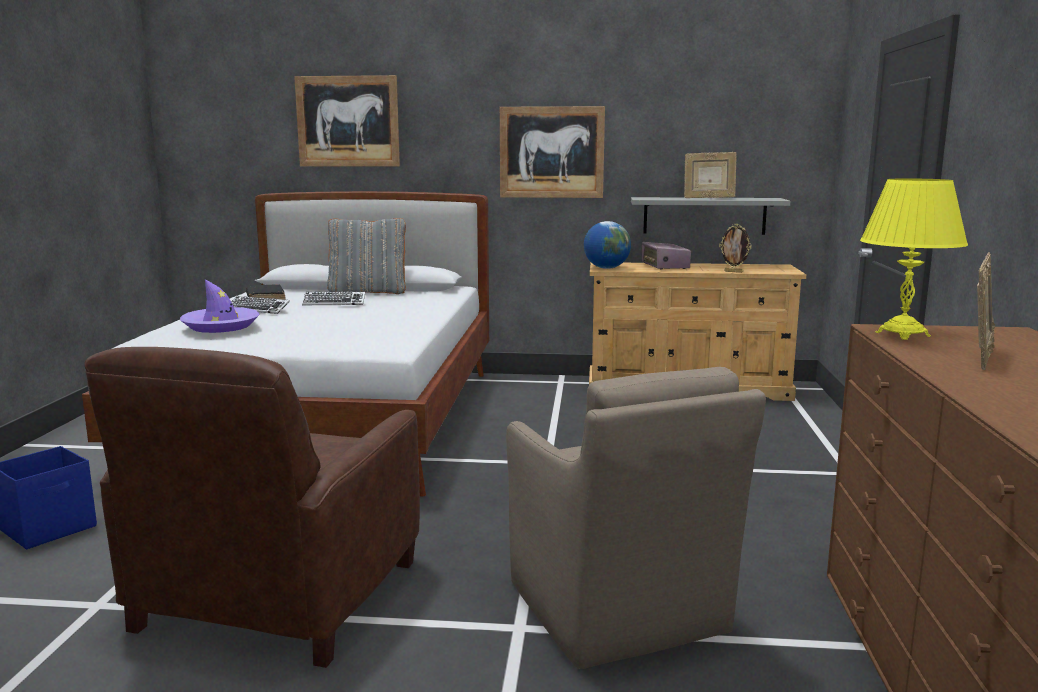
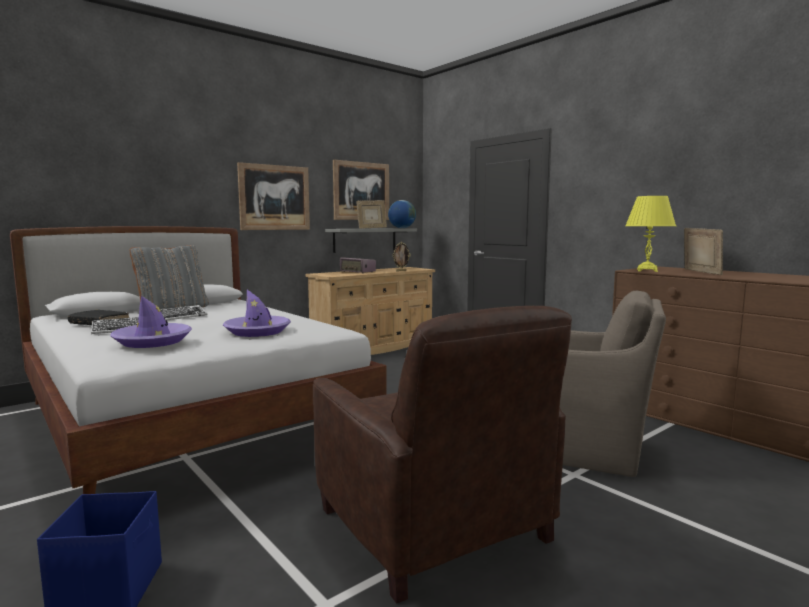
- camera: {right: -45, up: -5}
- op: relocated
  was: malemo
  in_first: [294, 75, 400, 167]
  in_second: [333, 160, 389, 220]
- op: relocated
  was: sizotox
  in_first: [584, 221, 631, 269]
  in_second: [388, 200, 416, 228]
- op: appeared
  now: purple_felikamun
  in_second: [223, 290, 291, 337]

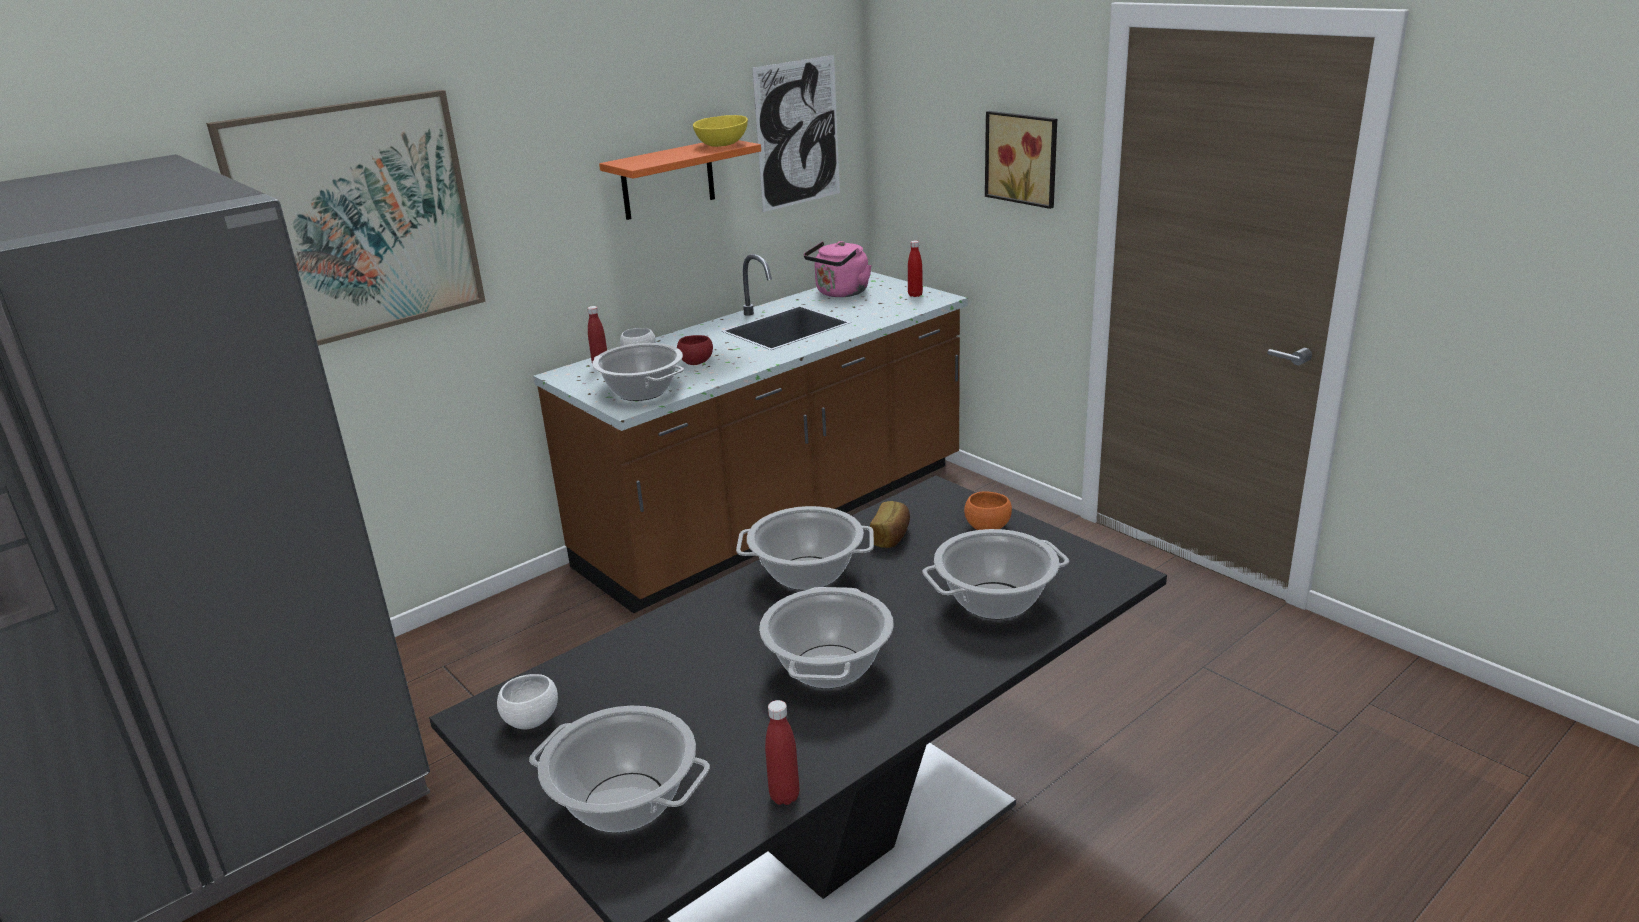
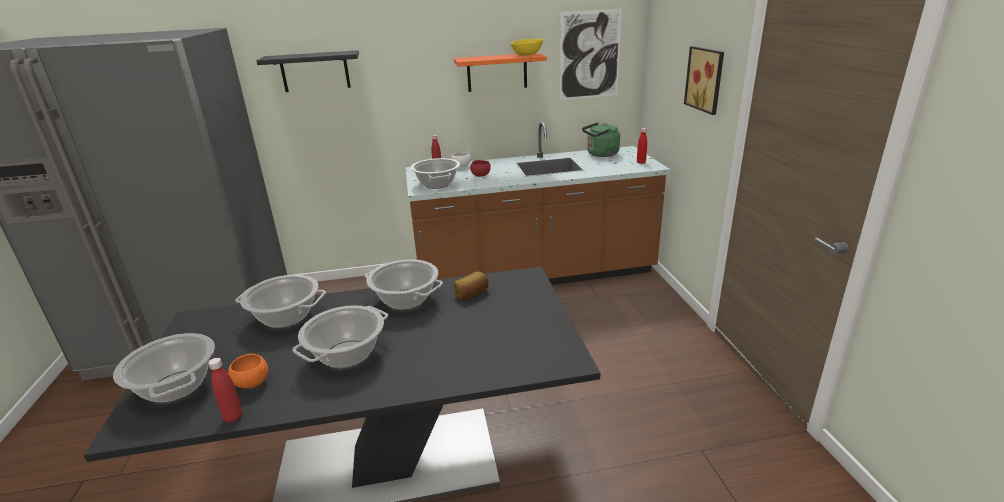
- camera: {right: 30, up: 0}
- op: exchanged
  was: malemo
  now: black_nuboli
  in_first: [206, 90, 486, 346]
  in_second: [256, 50, 359, 92]
- op: colour
  was: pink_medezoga
  now: green_medezoga
  in_first: [804, 241, 872, 297]
  in_second: [582, 122, 620, 157]
- op: relocated
  was: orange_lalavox
  in_first: [964, 491, 1012, 530]
  in_second: [228, 354, 268, 388]
- op: relocated
  was: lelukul
  in_first: [922, 529, 1069, 619]
  in_second: [235, 275, 326, 328]
- op: missing
  was: white_lalavox
  in_first: [497, 674, 558, 729]

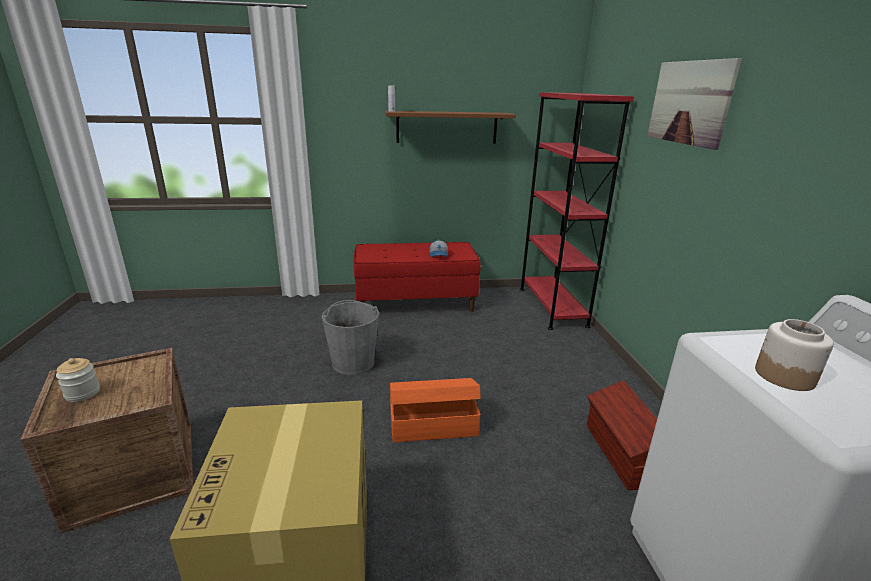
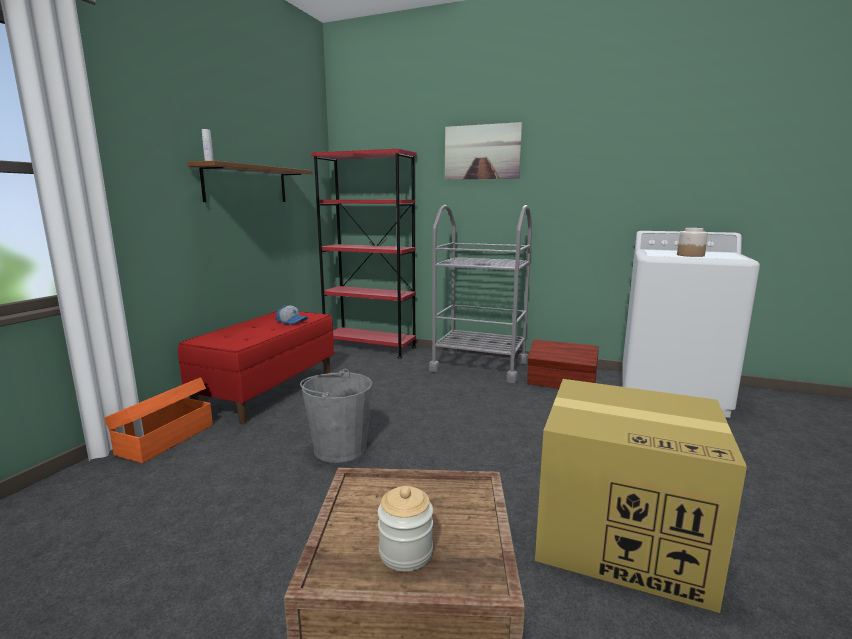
- camera: {right: -60, up: -10}
- op: relocated
  was: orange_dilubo
  in_first: [390, 378, 481, 442]
  in_second: [105, 377, 213, 463]
- op: appeared
  now: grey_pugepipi
  in_second: [429, 205, 532, 383]

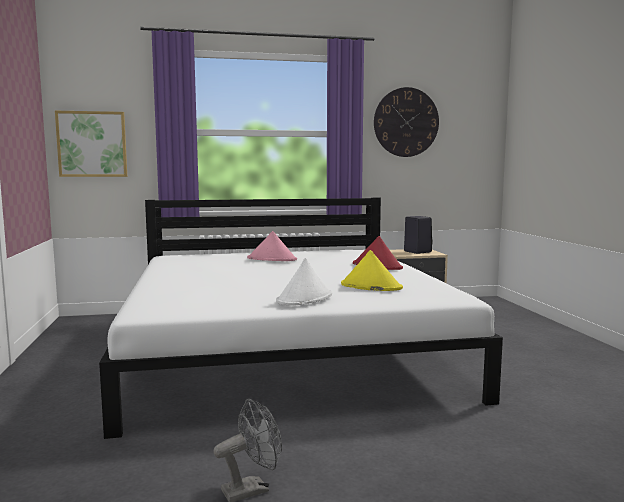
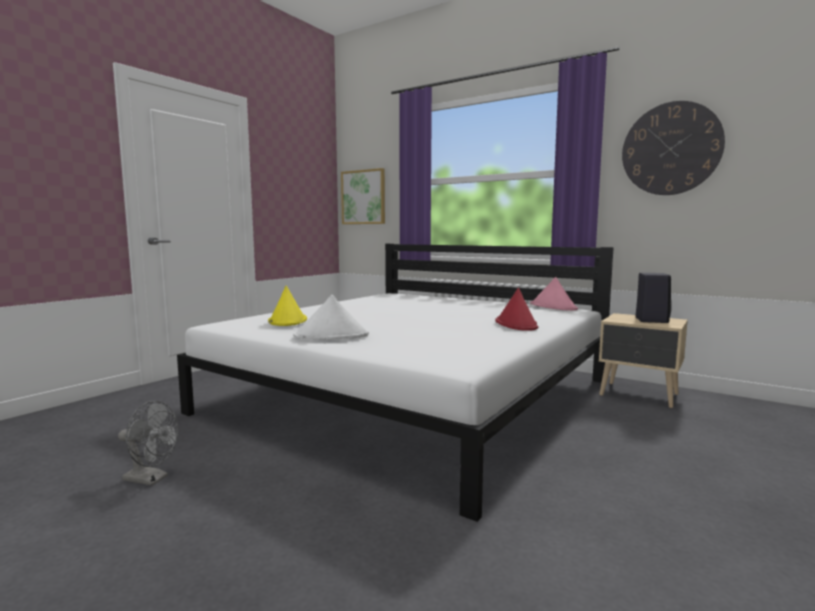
- camera: {right: 45, up: 0}
- op: relocated
  was: pink_felikamun
  in_first: [247, 231, 297, 261]
  in_second: [530, 277, 578, 311]
- op: relocated
  was: yellow_felikamun
  in_first: [341, 250, 403, 291]
  in_second: [268, 286, 307, 326]

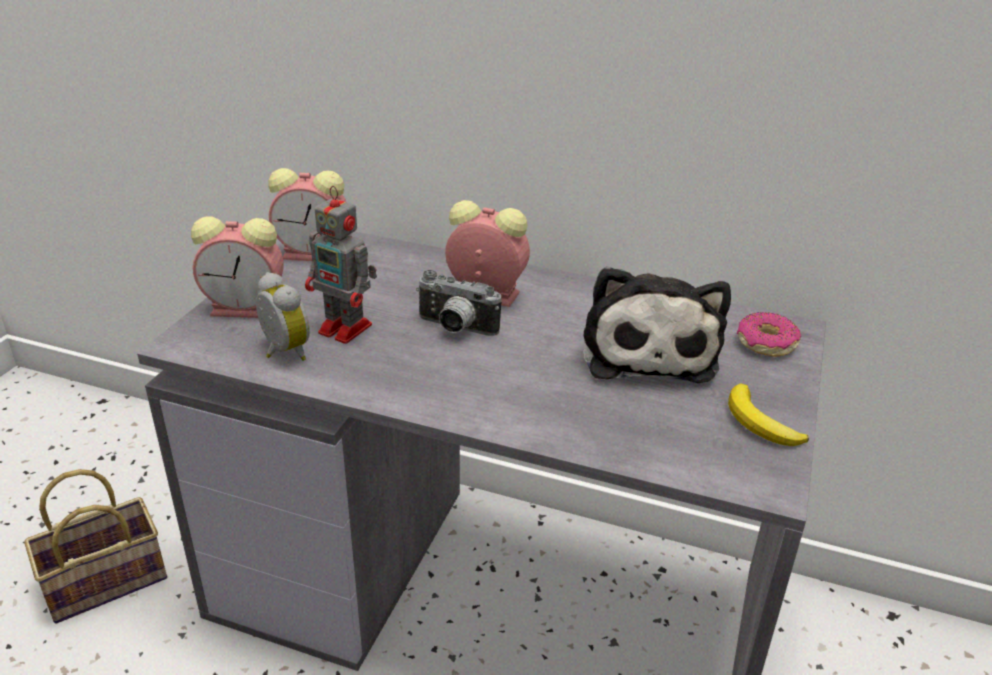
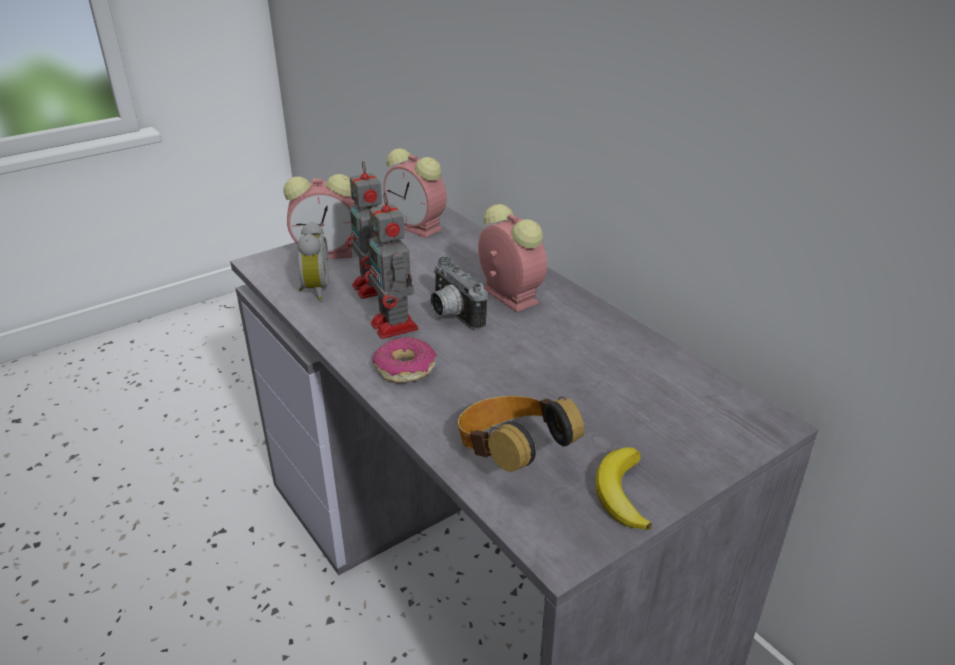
- camera: {right: 35, up: 0}
- op: spun
  was: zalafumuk
  in_first: [191, 217, 284, 318]
  in_second: [283, 174, 354, 259]
  clockwise: -45
- op: missing
  was: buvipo
  in_first: [583, 266, 731, 383]
- op: relocated
  was: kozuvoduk
  in_first: [737, 312, 801, 357]
  in_second: [373, 337, 437, 383]
- op: missing
  was: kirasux
  in_first: [24, 469, 167, 624]
- op: appeared
  now: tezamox
  in_second: [364, 192, 418, 339]
- op: appeared
  now: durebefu
  in_second: [458, 396, 584, 472]

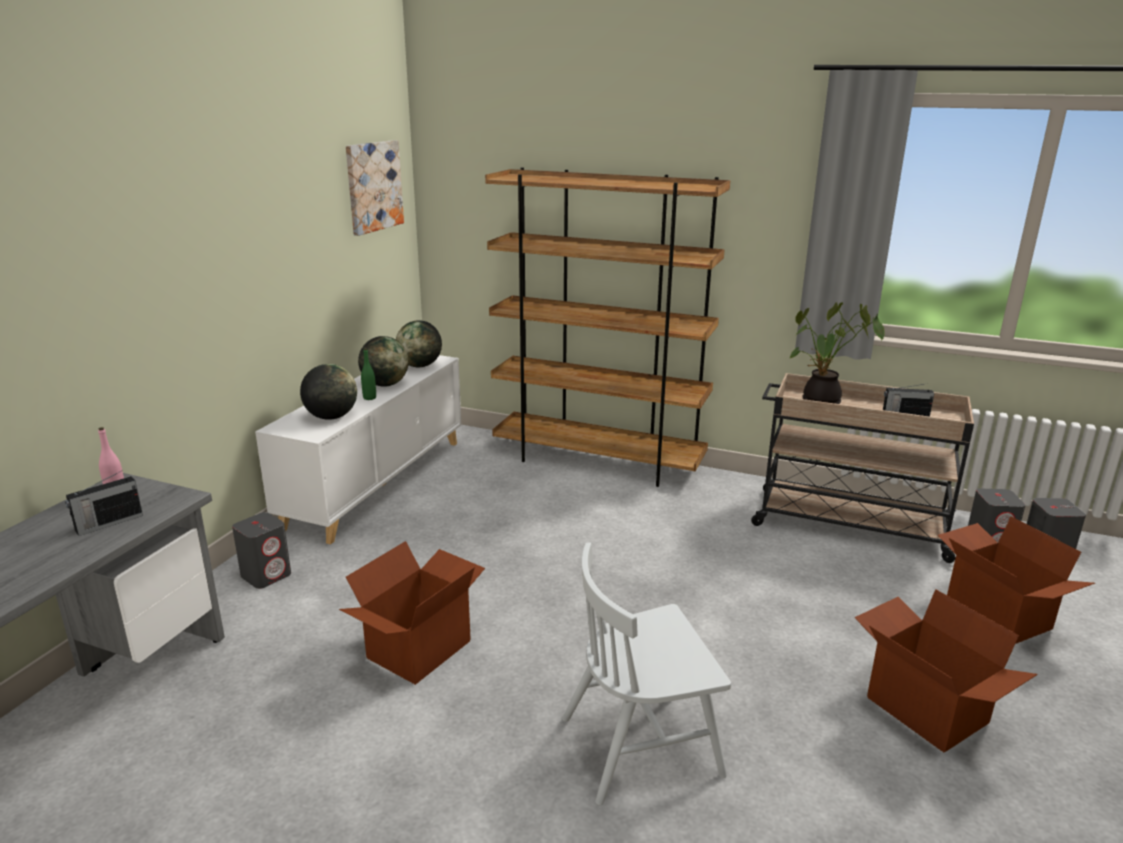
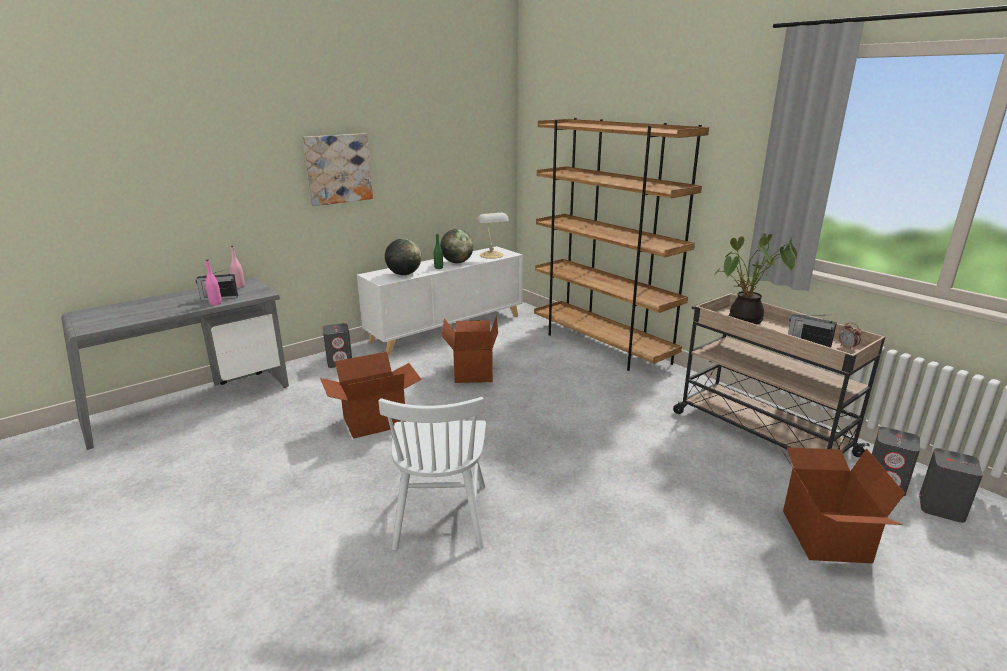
- camera: {right: 30, up: 0}
- op: relocated
  was: malemo
  in_first: [346, 140, 404, 236]
  in_second: [303, 133, 373, 206]
- op: exchanged
  was: sizotox
  now: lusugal
  in_first: [396, 320, 442, 367]
  in_second: [474, 213, 509, 259]
- op: spun
  was: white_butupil
  in_first: [562, 543, 731, 806]
  in_second: [378, 397, 486, 551]
  clockwise: -105
- op: relocated
  was: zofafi
  in_first: [855, 589, 1038, 753]
  in_second: [442, 315, 498, 383]
- op: appeared
  now: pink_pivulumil
  in_second: [205, 260, 222, 305]
- op: appeared
  now: zalafumuk
  in_second: [839, 322, 862, 349]

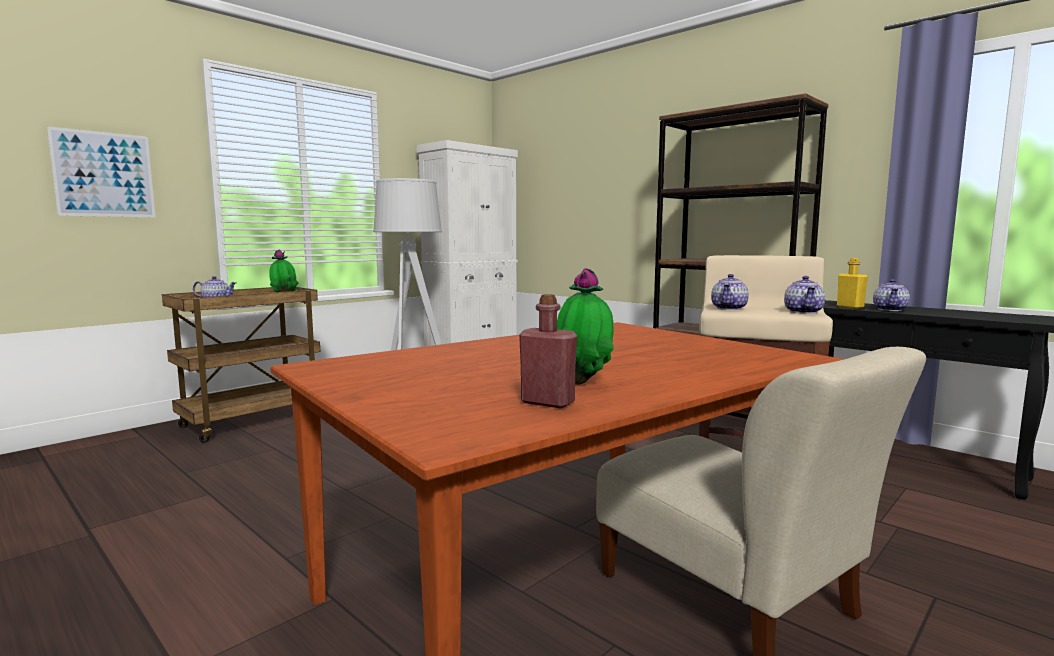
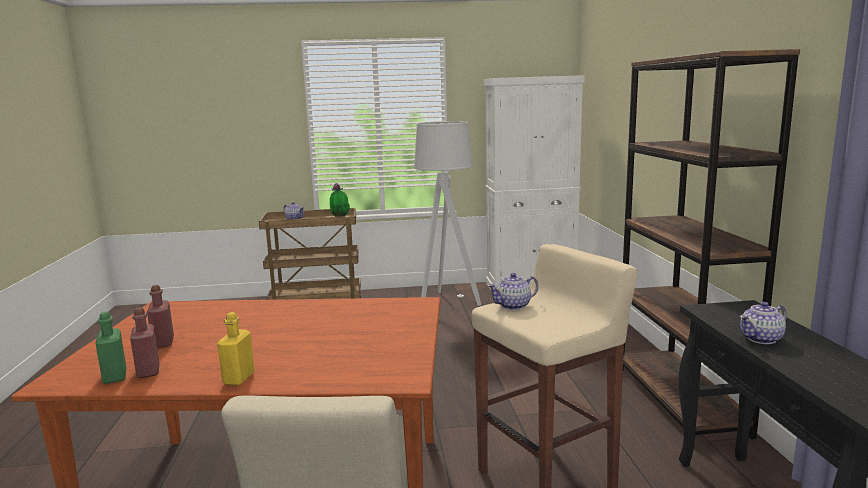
- camera: {right: 40, up: 5}
- op: missing
  was: malemo
  in_first: [47, 126, 156, 217]
- op: relocated
  was: yellow_pivulumil
  in_first: [837, 258, 868, 309]
  in_second: [217, 312, 255, 385]
- op: missing
  was: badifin
  in_first: [557, 268, 614, 385]
- op: missing
  was: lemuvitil
  in_first: [784, 276, 825, 314]
- op: appeared
  now: red_pivulumil
  in_second: [147, 285, 174, 348]
- op: appeared
  now: green_pivulumil
  in_second: [95, 312, 127, 384]

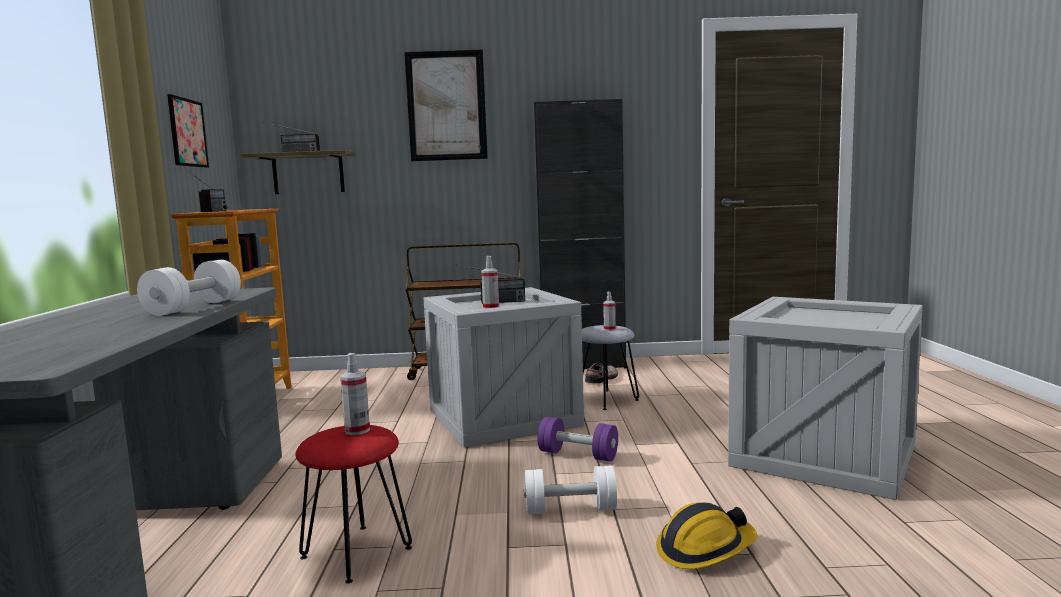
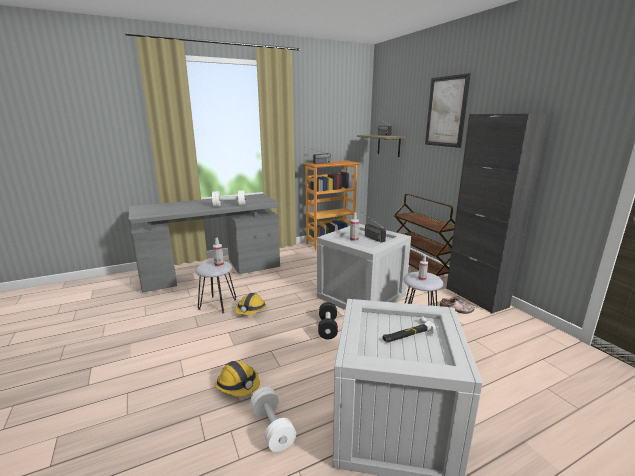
- camera: {right: 65, up: 10}
- op: missing
  was: malemo
  in_first: [167, 94, 209, 167]
- op: colour
  was: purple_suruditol
  now: black_suruditol
  in_first: [537, 417, 618, 462]
  in_second: [318, 302, 338, 339]
- op: colour
  was: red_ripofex
  now: grey_ripofex
  in_first: [296, 425, 412, 583]
  in_second: [195, 261, 236, 313]
- op: relocated
  was: white_suruditol
  in_first: [524, 466, 617, 514]
  in_second: [250, 387, 296, 452]
- op: appeared
  now: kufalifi
  in_second: [235, 293, 267, 315]
- op: appeared
  now: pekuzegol
  in_second: [382, 317, 436, 343]

